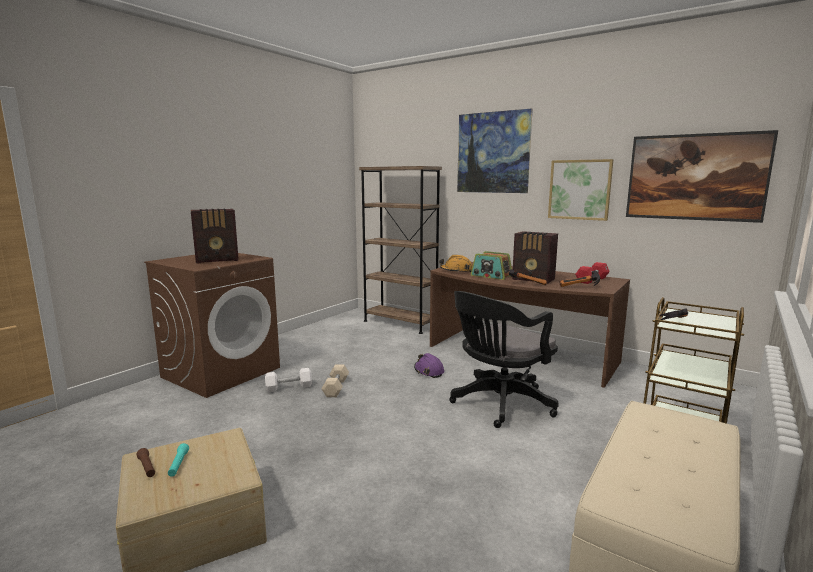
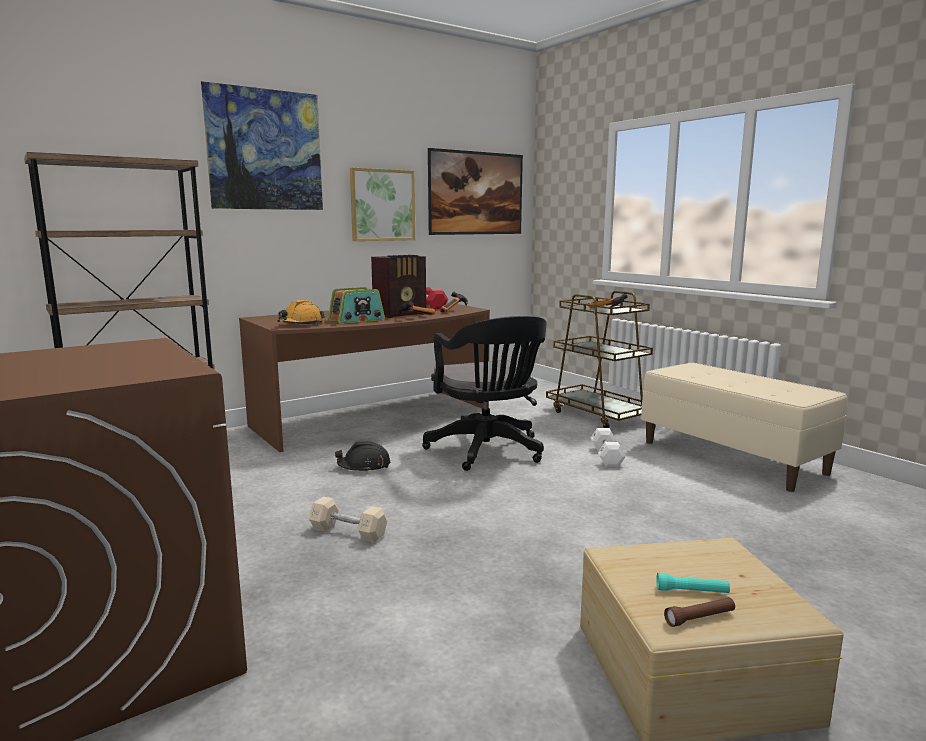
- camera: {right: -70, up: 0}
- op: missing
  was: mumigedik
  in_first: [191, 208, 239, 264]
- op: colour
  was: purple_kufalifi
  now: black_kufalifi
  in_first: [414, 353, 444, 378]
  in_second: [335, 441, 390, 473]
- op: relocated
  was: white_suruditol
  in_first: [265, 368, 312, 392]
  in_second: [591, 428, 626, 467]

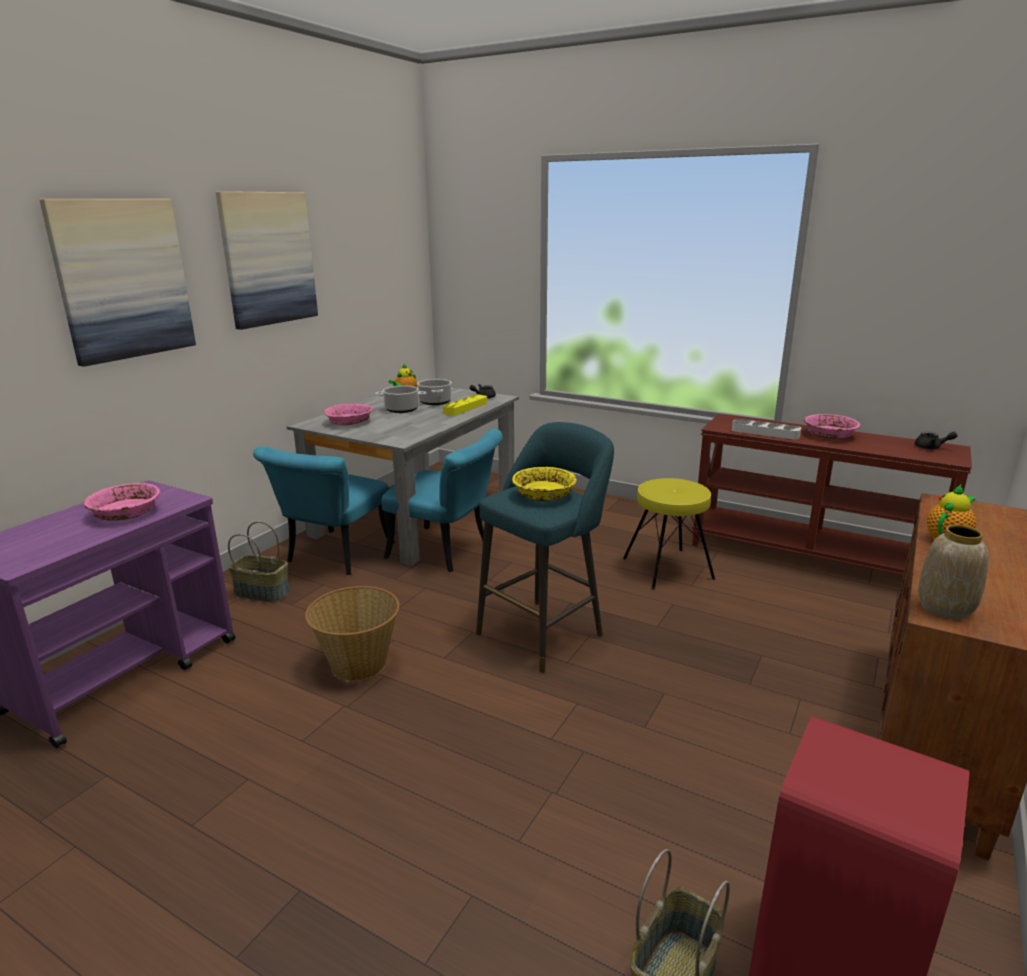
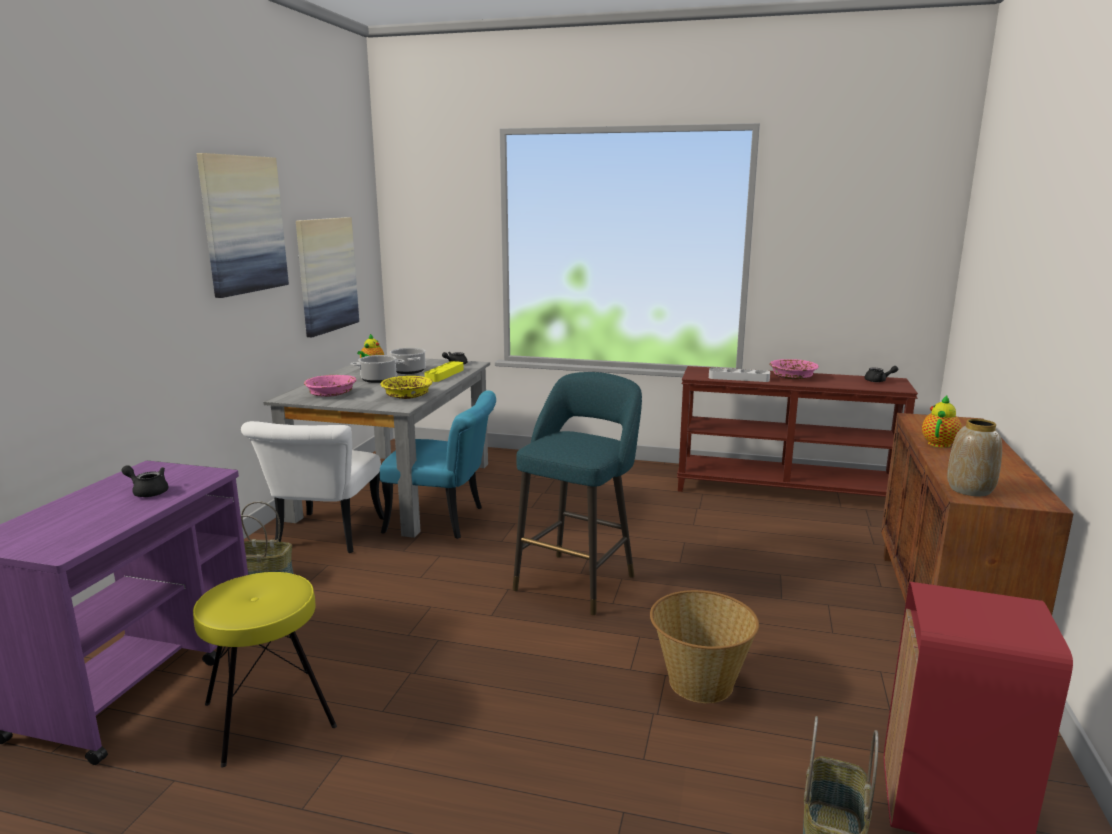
- camera: {right: -15, up: -5}
- op: relocated
  was: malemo
  in_first: [39, 199, 196, 367]
  in_second: [296, 217, 359, 337]
- op: colour
  was: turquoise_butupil
  now: white_butupil
  in_first: [253, 446, 395, 575]
  in_second: [241, 421, 384, 553]
- op: relocated
  was: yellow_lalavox
  in_first: [512, 467, 577, 501]
  in_second: [381, 376, 432, 399]
- op: relocated
  was: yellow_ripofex
  in_first: [623, 478, 715, 590]
  in_second: [193, 572, 337, 767]
- op: exchanged
  was: pink_lalavox
  now: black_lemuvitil
  in_first: [83, 483, 160, 521]
  in_second: [121, 465, 168, 497]
- op: relocated
  was: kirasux
  in_first: [305, 586, 400, 681]
  in_second: [650, 590, 759, 703]

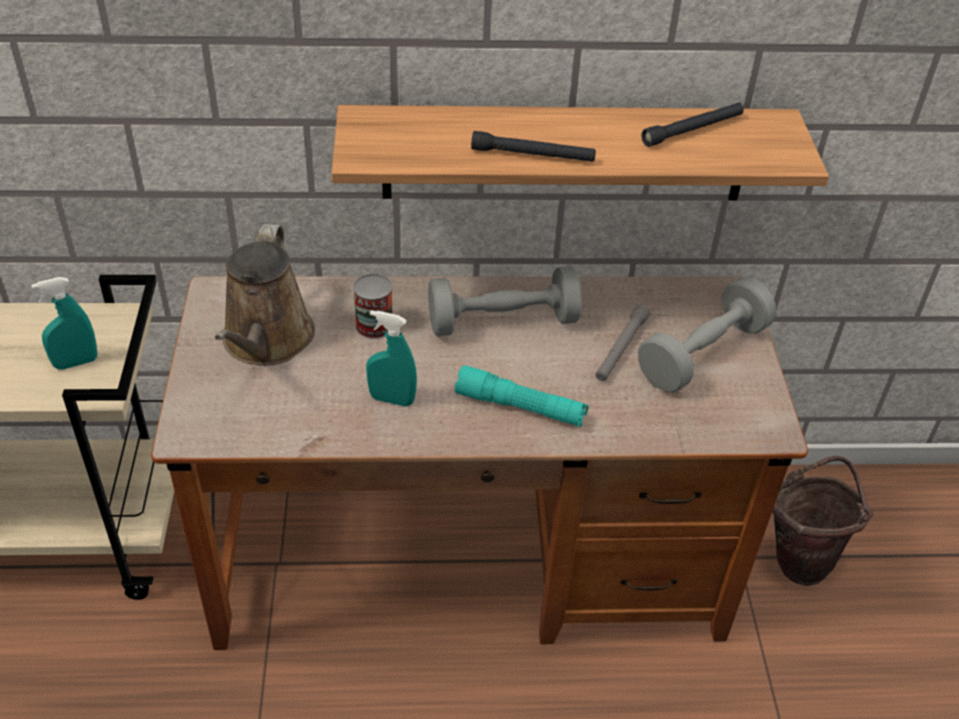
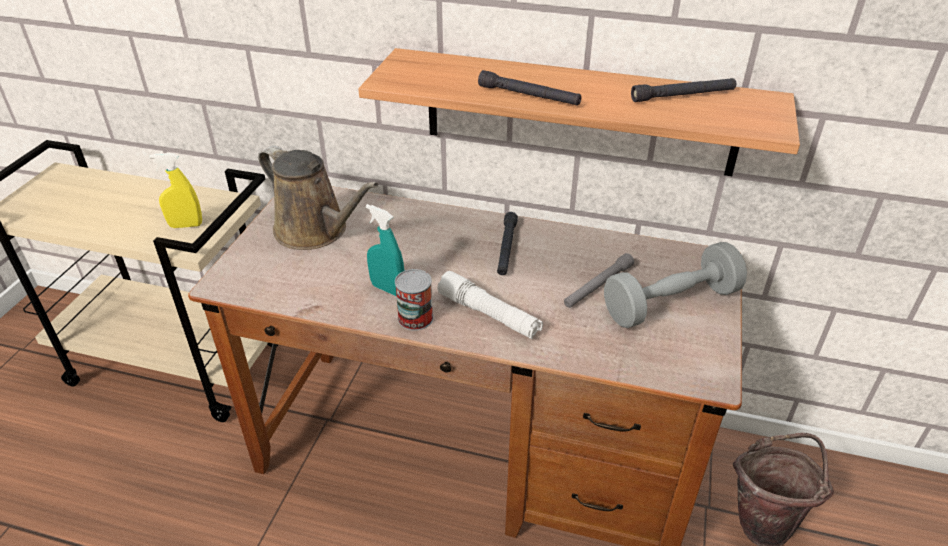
- camera: {right: 20, up: -5}
- op: spun
  was: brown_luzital
  in_first: [215, 224, 315, 366]
  in_second: [258, 145, 378, 250]
  clockwise: -75
- op: exchanged
  was: grey_suruditol
  now: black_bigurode
  in_first: [428, 266, 582, 336]
  in_second: [497, 212, 518, 275]
- op: relocated
  was: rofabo
  in_first: [353, 274, 392, 339]
  in_second: [395, 269, 434, 331]
- op: colour
  was: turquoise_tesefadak
  now: yellow_tesefadak
  in_first: [31, 277, 97, 370]
  in_second: [150, 153, 202, 228]
- op: colour
  was: turquoise_bigurode
  now: white_bigurode
  in_first: [455, 365, 589, 427]
  in_second: [438, 271, 543, 340]

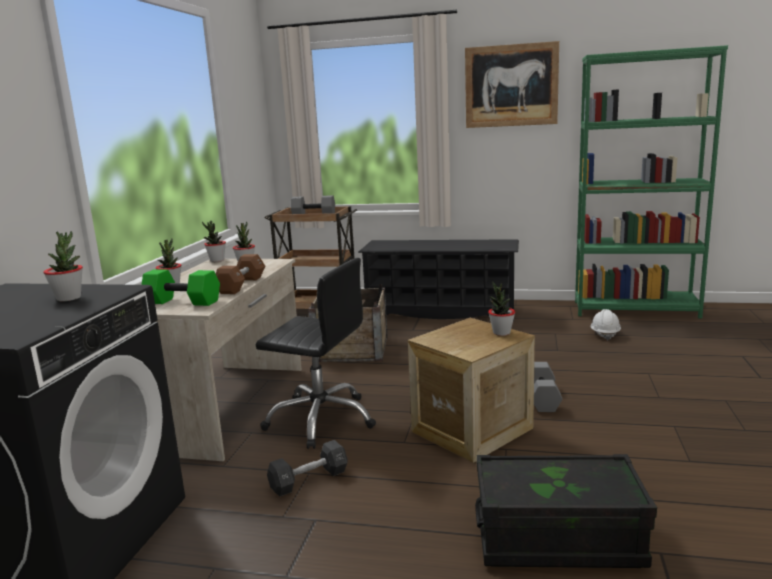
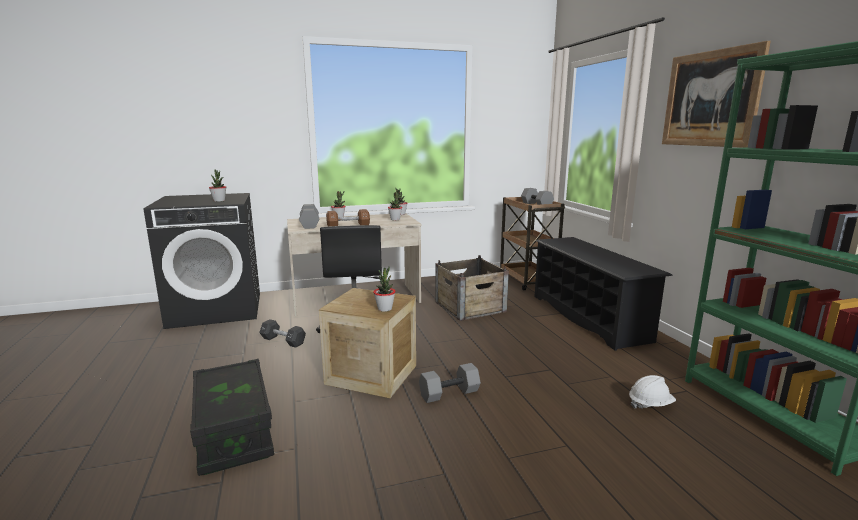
- camera: {right: 60, up: 0}
- op: colour
  was: green_suruditol
  now: grey_suruditol
  in_first: [141, 269, 220, 306]
  in_second: [299, 204, 319, 229]

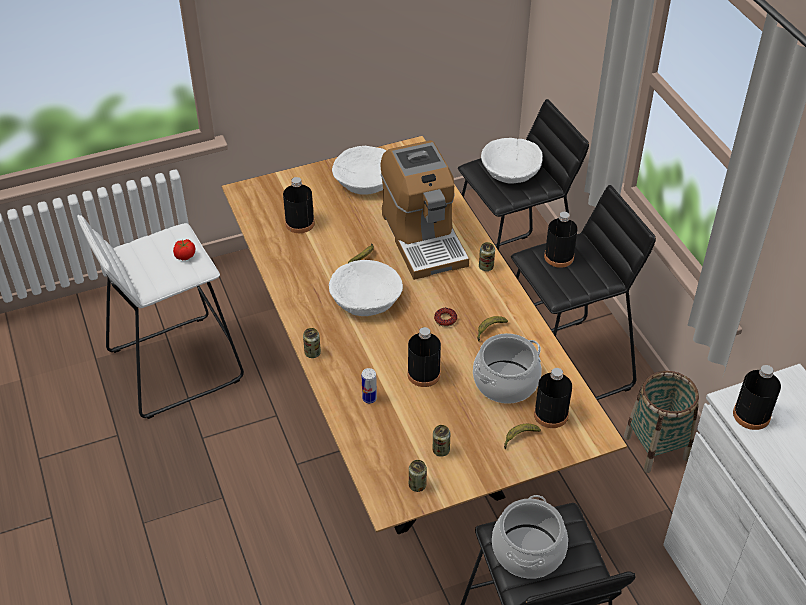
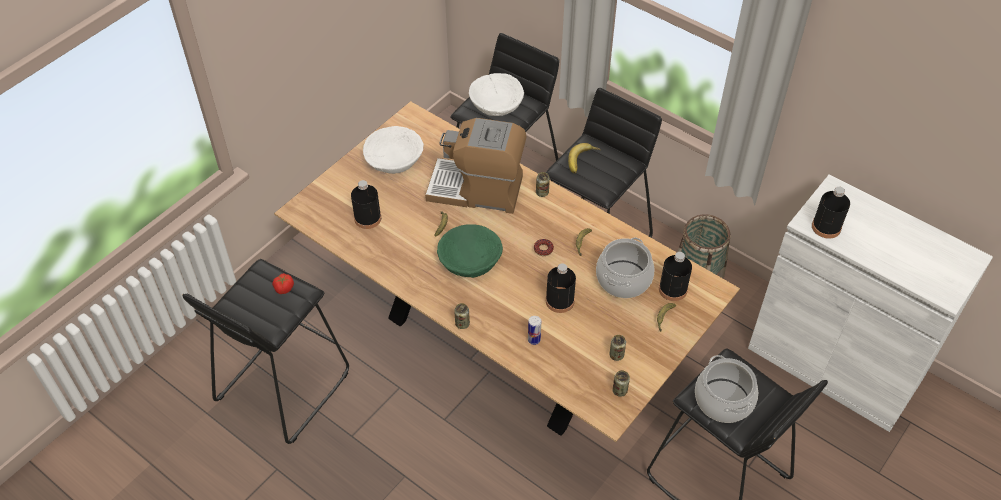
- camera: {right: -30, up: 5}
- op: spun
  was: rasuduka
  in_first: [381, 140, 469, 280]
  in_second: [425, 118, 527, 214]
  clockwise: 150
- op: exchanged
  was: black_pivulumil
  now: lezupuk
  in_first: [544, 212, 578, 268]
  in_second: [568, 143, 601, 173]
- op: colour
  was: white_ripofex
  now: black_ripofex
  in_first: [77, 215, 244, 419]
  in_second: [182, 259, 349, 444]
- op: colour
  was: white_lalavox
  now: green_lalavox
  in_first: [329, 260, 403, 316]
  in_second: [437, 224, 503, 278]

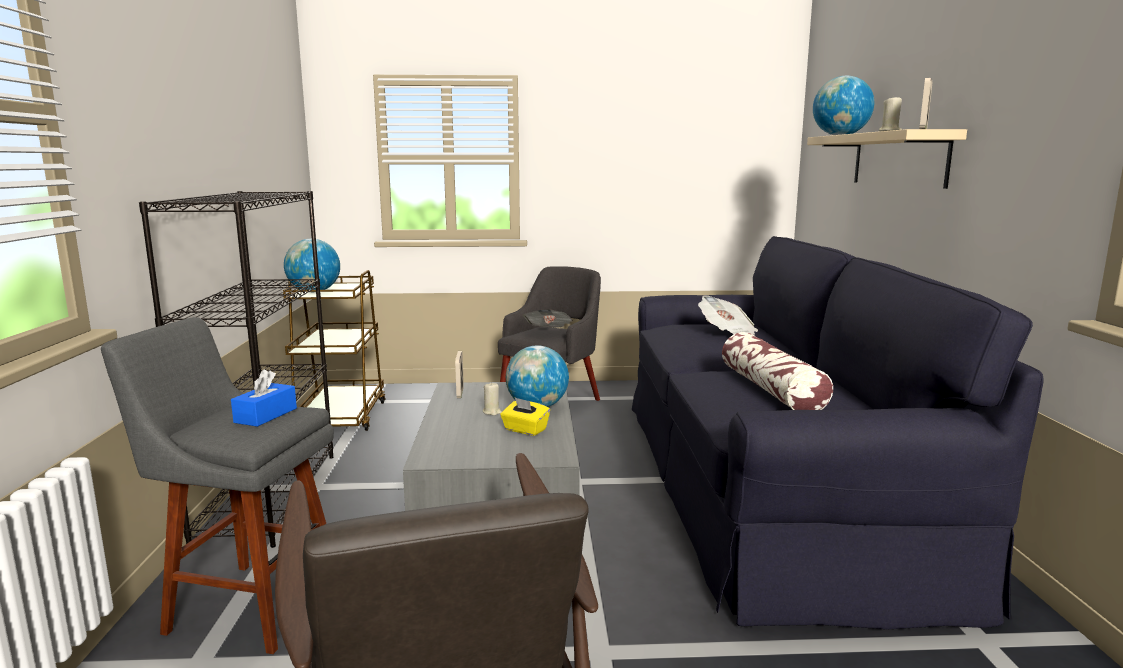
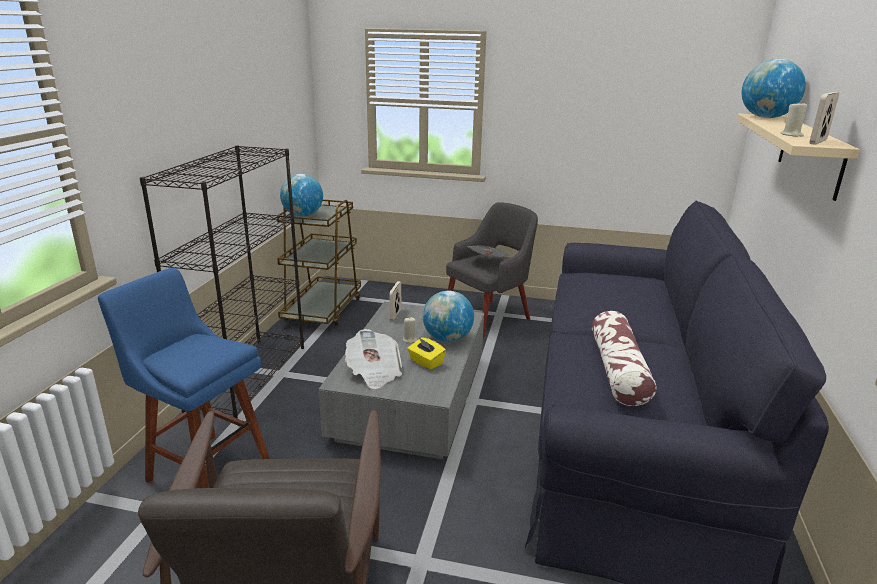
- camera: {right: 15, up: 10}
- op: relocated
  was: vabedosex
  in_first: [698, 295, 758, 335]
  in_second: [345, 329, 402, 389]
- op: colour
  was: grey_ripofex
  now: blue_ripofex
  in_first: [101, 317, 334, 654]
  in_second: [98, 268, 270, 488]
- op: missing
  was: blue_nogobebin
  in_first: [231, 369, 297, 427]

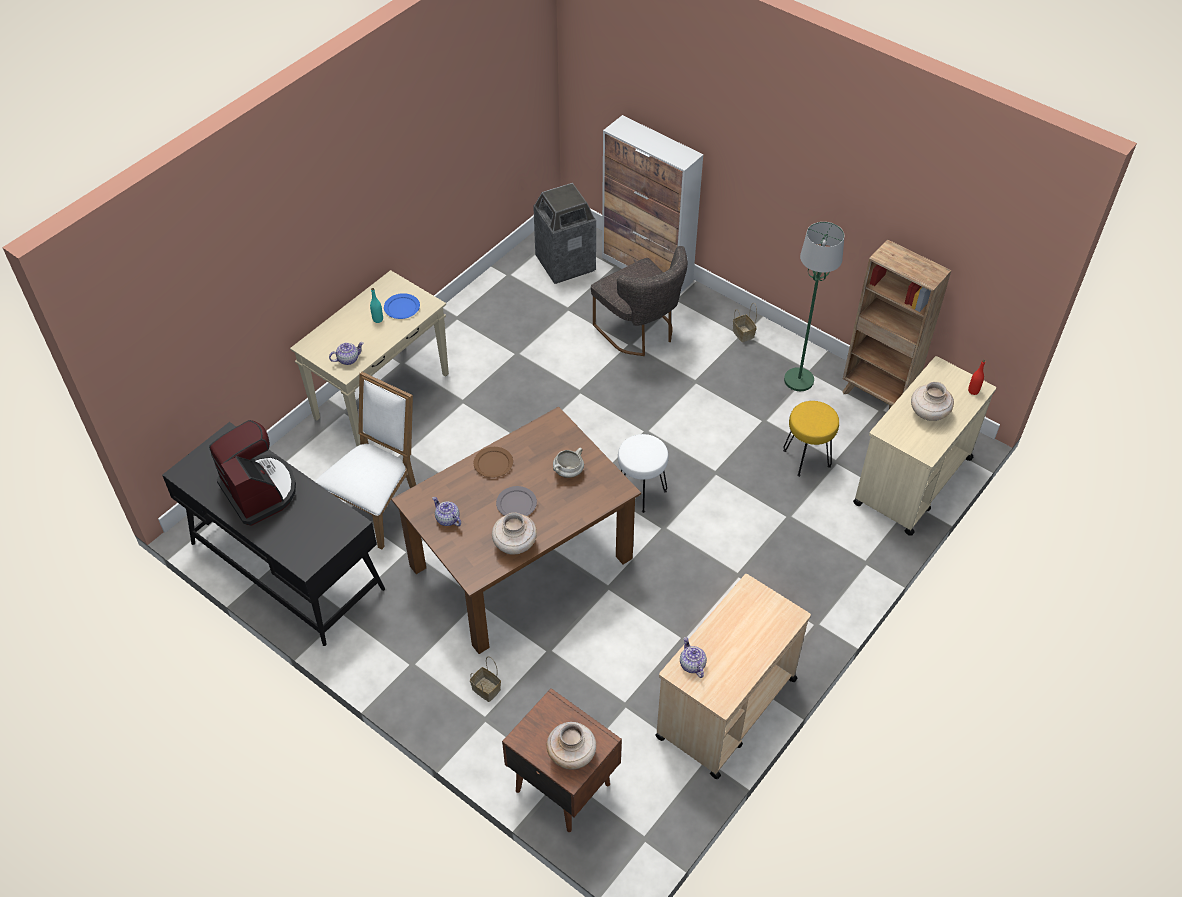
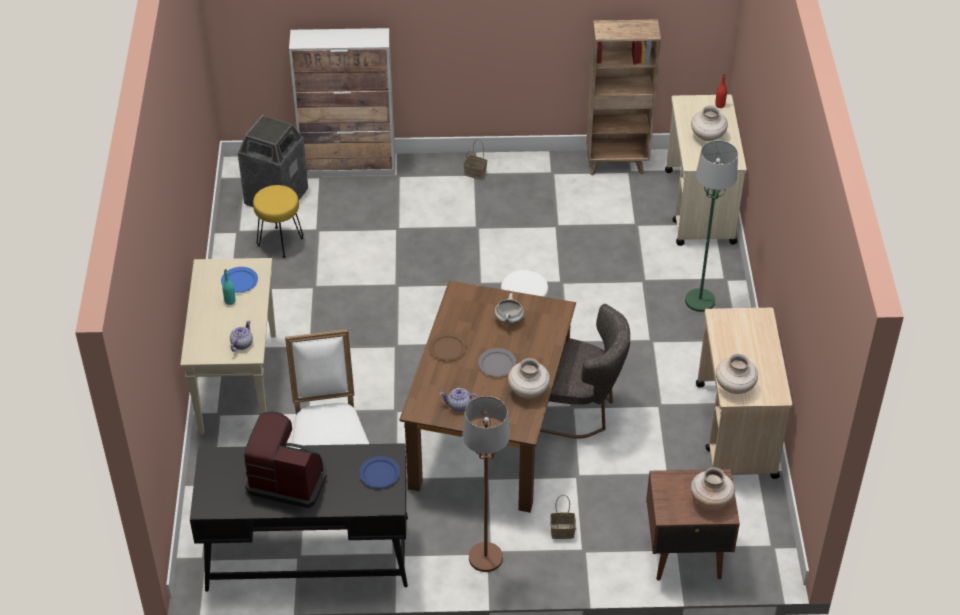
- camera: {right: -40, up: -5}
- op: relocated
  was: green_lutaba
  in_first: [784, 222, 844, 391]
  in_second: [685, 141, 738, 312]
- op: relocated
  was: grey_butupil
  in_first: [591, 246, 688, 356]
  in_second: [540, 304, 630, 439]
- op: relocated
  was: yellow_ripofex
  in_first: [783, 401, 839, 477]
  in_second: [253, 185, 304, 258]
- op: exchanged
  was: lemuvitil
  now: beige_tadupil
  in_first: [680, 637, 707, 678]
  in_second: [716, 354, 758, 394]
- op: appeared
  now: brown_lutaba
  in_second: [462, 396, 510, 572]
- op: appeared
  now: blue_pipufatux
  in_second: [359, 456, 400, 488]

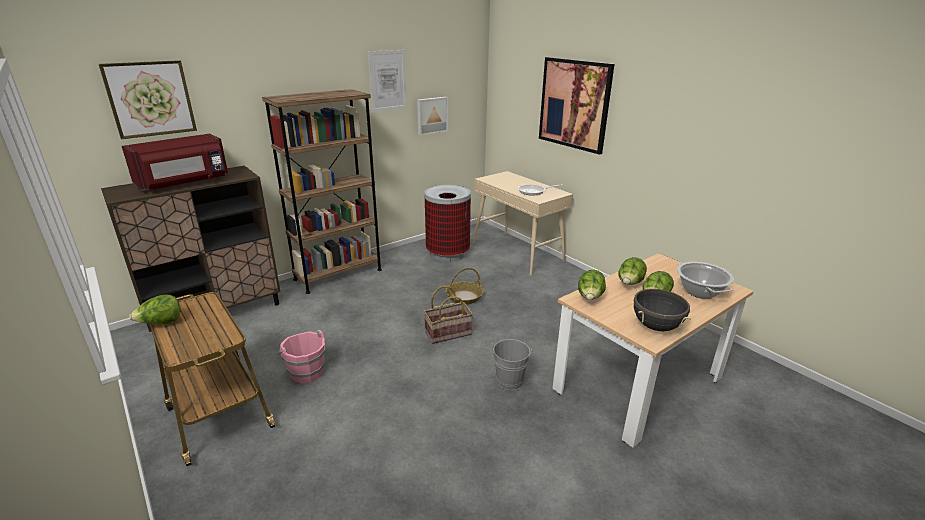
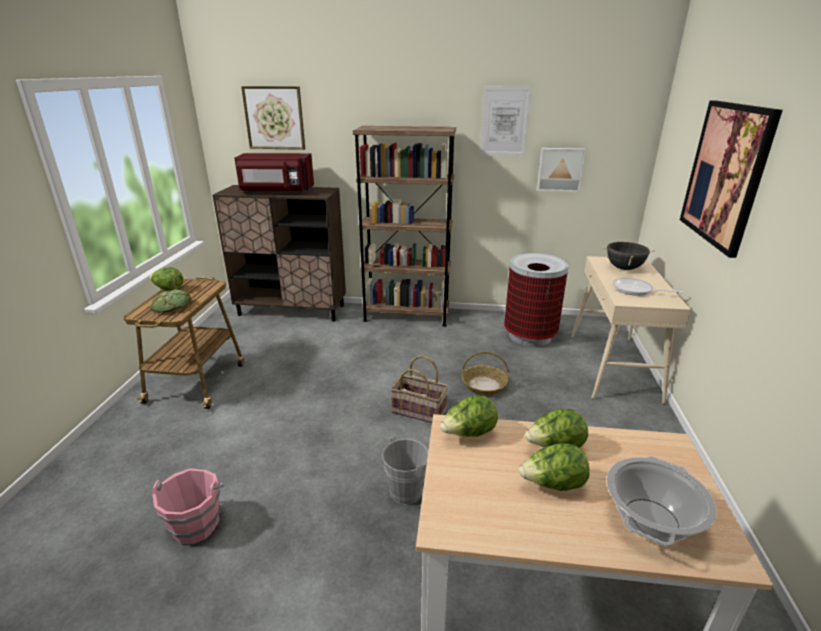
- camera: {right: 45, up: 0}
- op: relocated
  was: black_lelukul
  in_first: [633, 288, 691, 331]
  in_second: [602, 241, 655, 270]
- op: relocated
  was: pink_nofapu
  in_first: [277, 330, 325, 384]
  in_second: [152, 468, 224, 544]
- op: appeared
  now: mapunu
  in_second: [150, 290, 192, 313]

